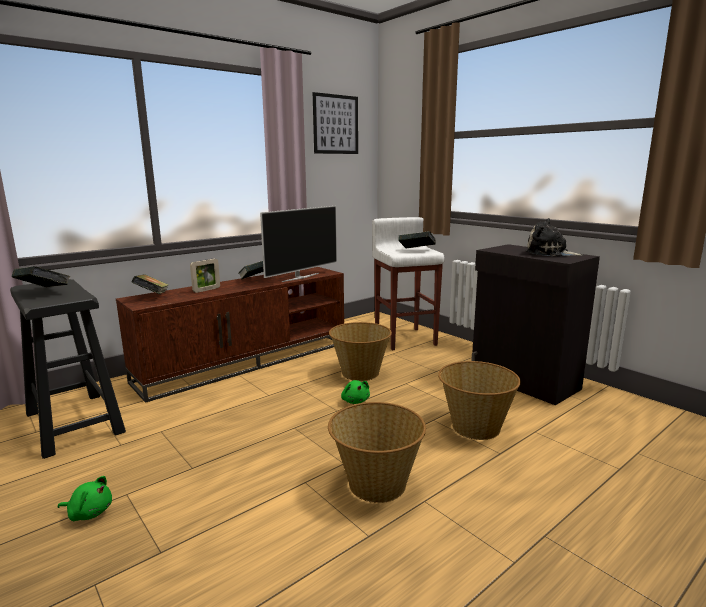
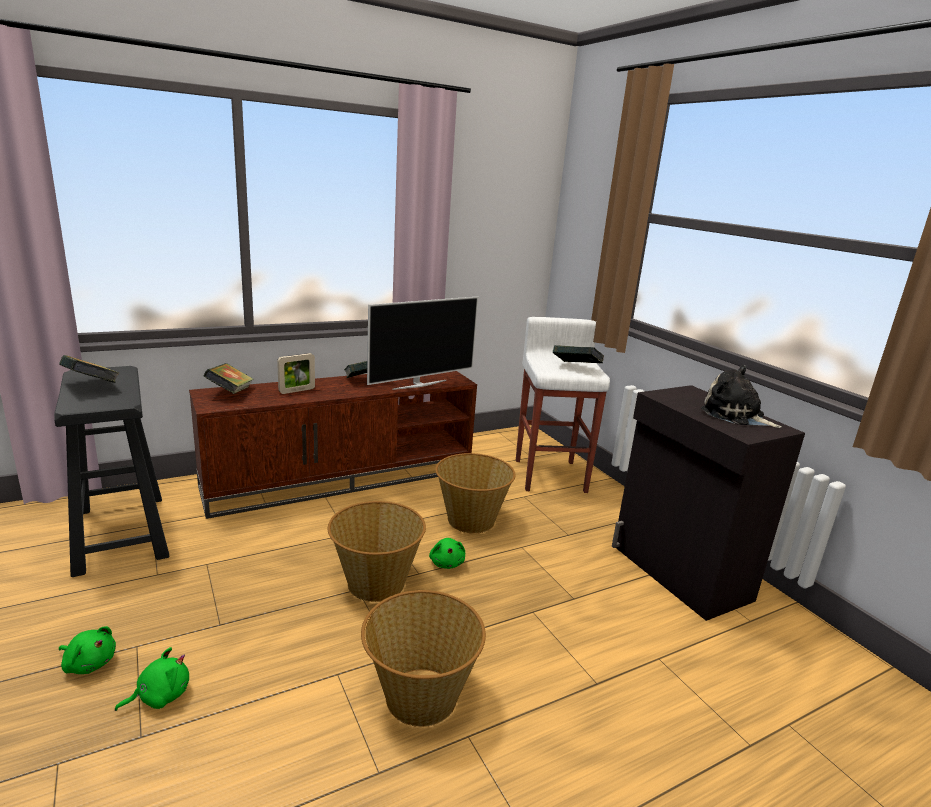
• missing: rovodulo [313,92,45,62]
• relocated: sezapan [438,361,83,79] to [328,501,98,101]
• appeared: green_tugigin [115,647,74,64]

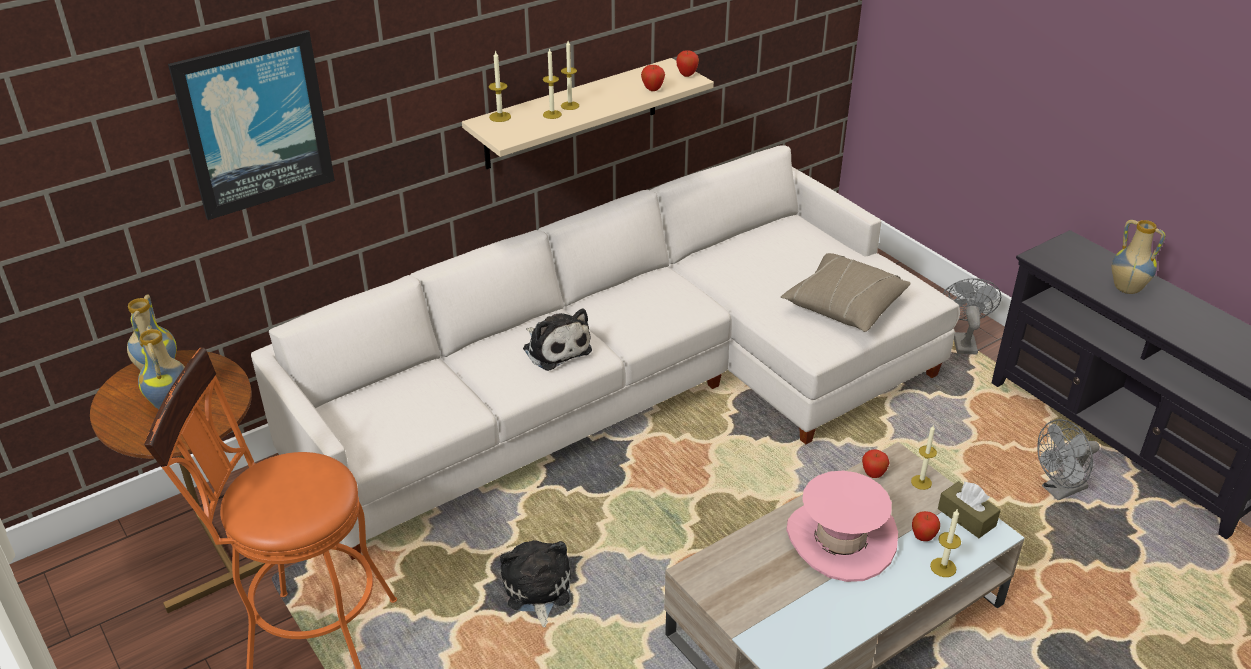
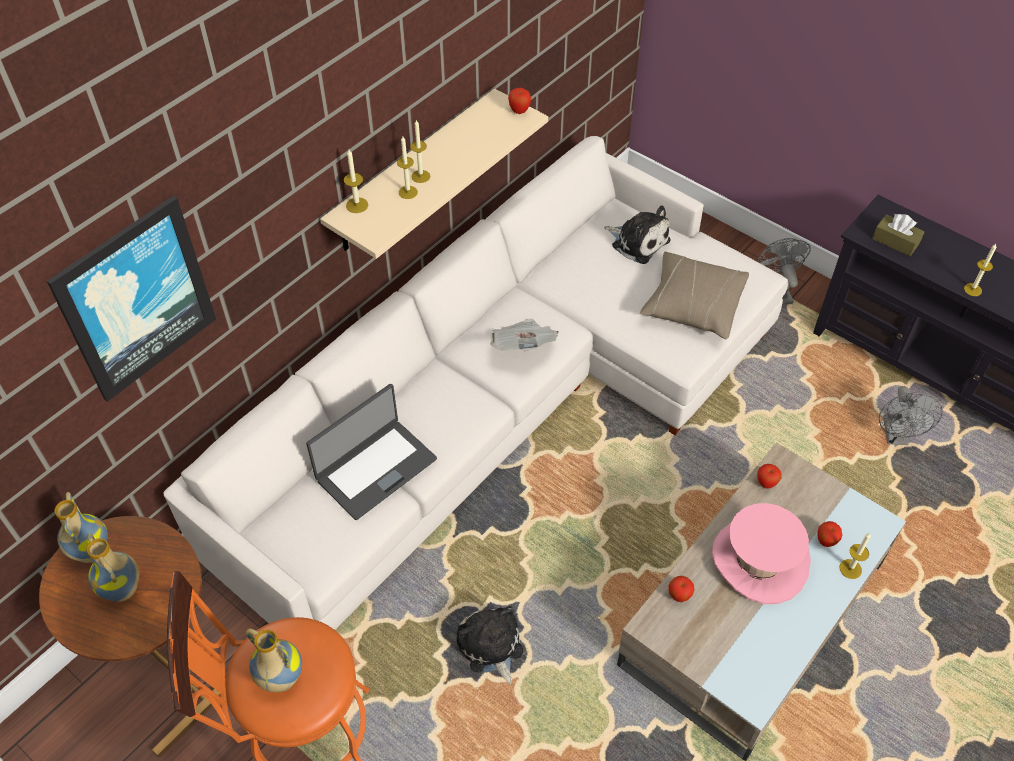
• relocated: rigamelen [641,65,24,26] to [668,576,26,26]
• relocated: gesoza [1112,220,54,74] to [246,629,56,63]
• relocated: tugigin [523,308,69,63] to [604,205,66,59]
• spun: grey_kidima [1037,419,63,81] = [879,386,64,59] 45 degrees counterclockwise
• relocated: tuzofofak [911,425,26,65] to [964,244,32,52]
• relocated: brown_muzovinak [938,481,63,57] to [872,214,52,42]
• appeared: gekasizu [490,319,69,32]
• appeared: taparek [306,384,131,136]

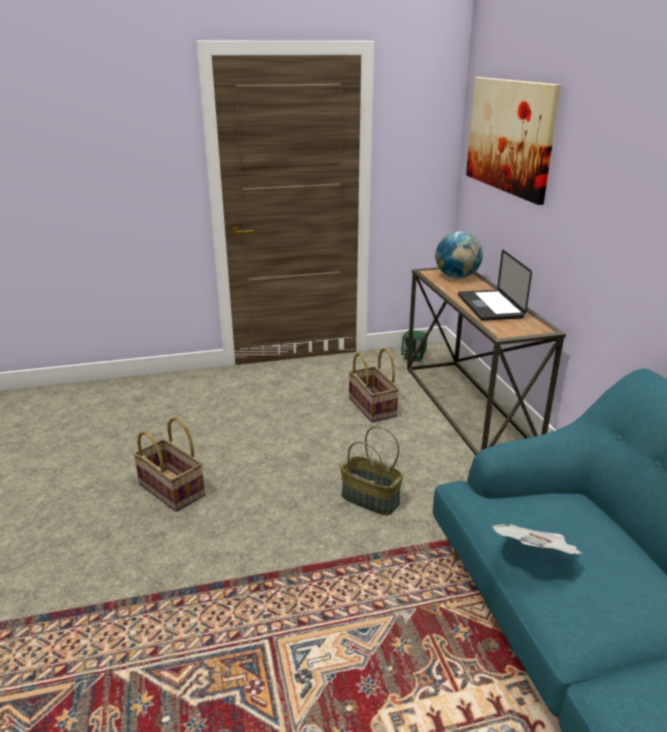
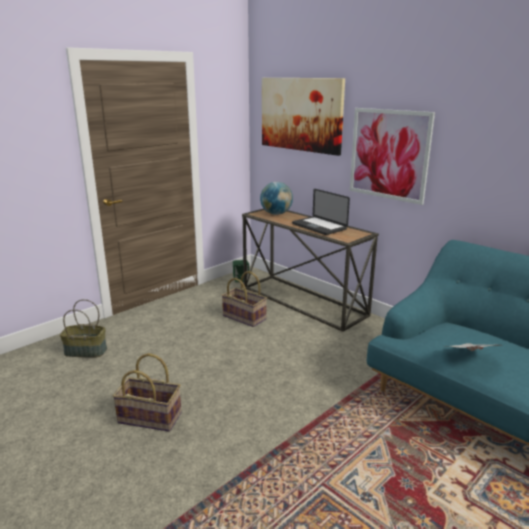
• relocated: sezapan [340,426,63,89] to [60,299,47,59]
• appeared: rovodulo [350,108,85,97]

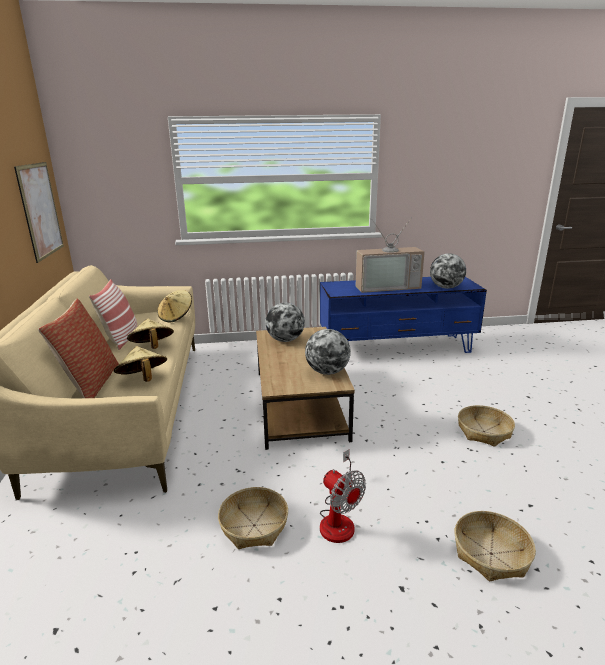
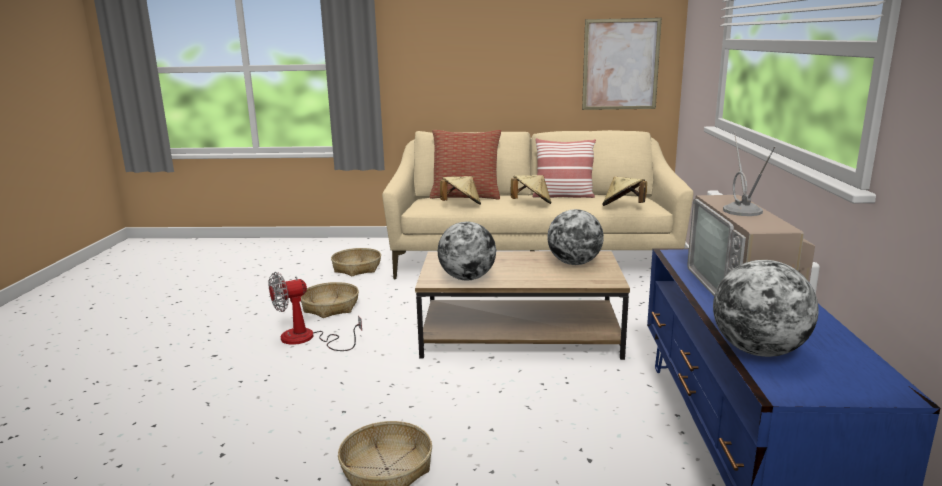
• relocated: sezapan [454,511,82,70] to [331,248,50,28]

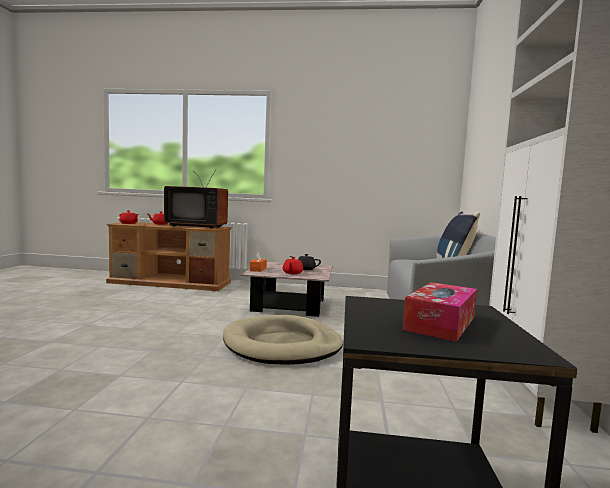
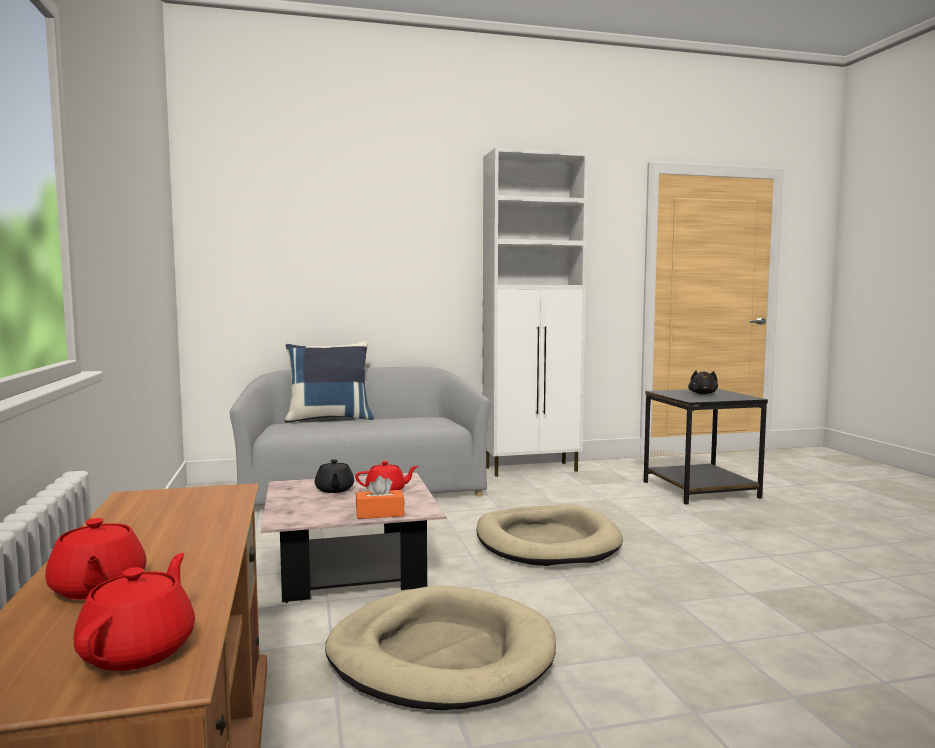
• missing: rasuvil [164,170,64,59]
• exchanged: muzovinak [403,282,74,60] to black_tugigin [688,370,30,24]
• appeared: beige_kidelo [325,586,231,124]

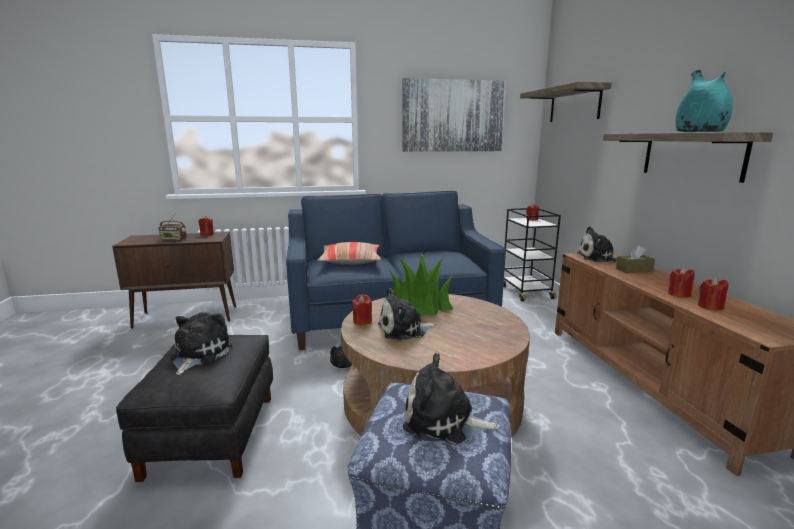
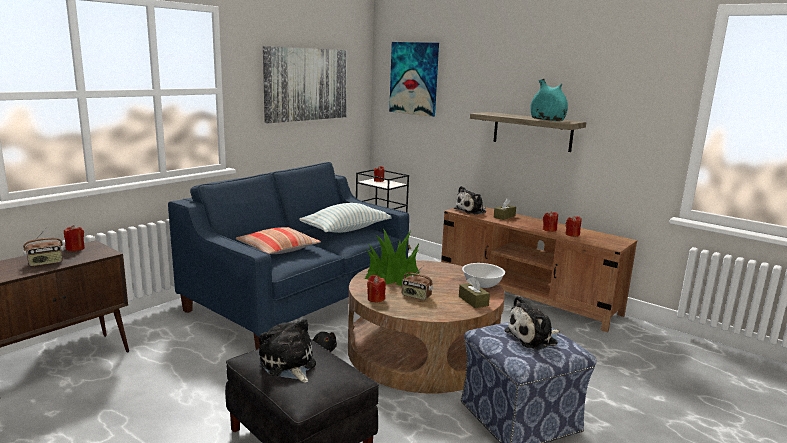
• exchanged: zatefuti [520,82,92,40] to rovodulo [389,42,50,75]
• exchanged: tugigin [378,288,59,53] to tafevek [402,265,31,35]
• appeared: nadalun [299,203,93,30]
• appeared: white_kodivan [462,263,43,25]
• appeared: brown_muzovinak [459,277,31,31]

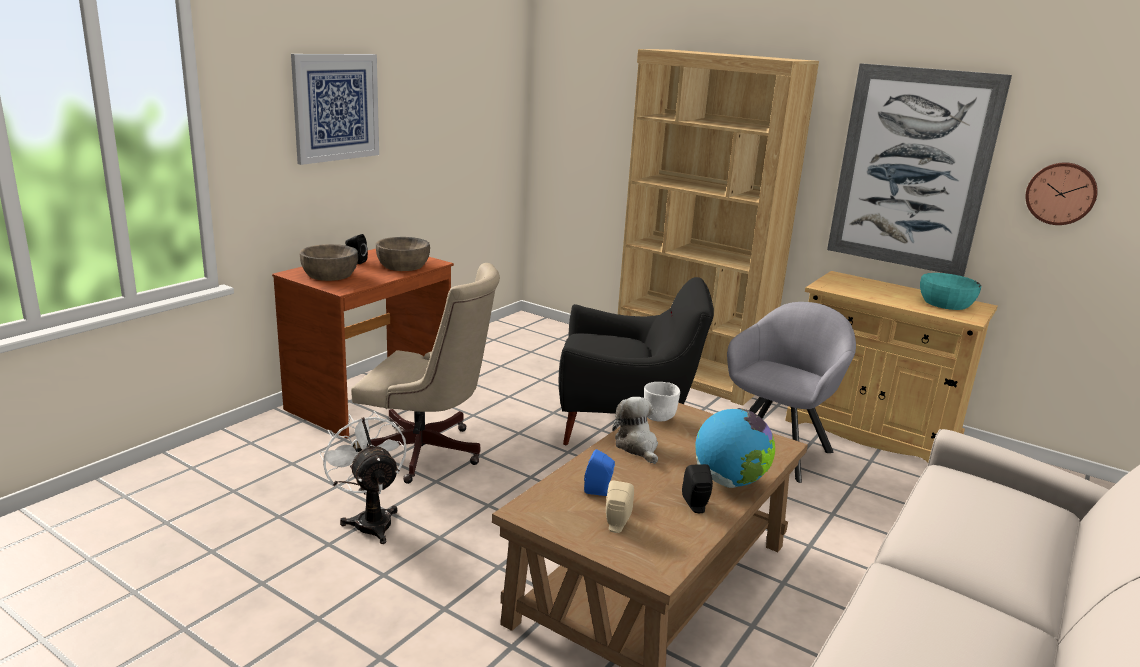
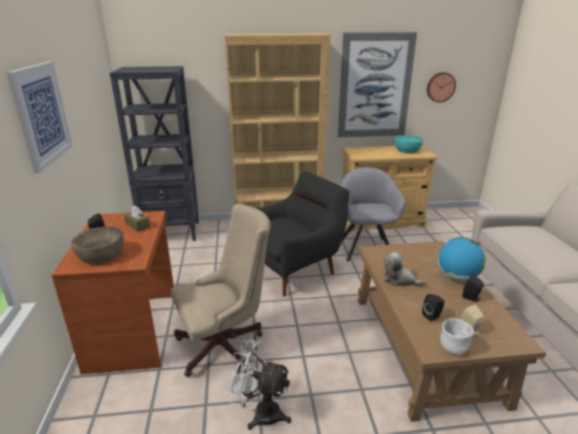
• exchanged: brown_kodivan [376,237,54,34] to brown_muzovinak [124,206,26,26]
• relocated: white_kodivan [644,382,36,39] to [440,318,34,37]
• colour: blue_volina [584,449,31,47] to black_volina [422,294,22,27]
• appeared: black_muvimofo [110,66,89,175]

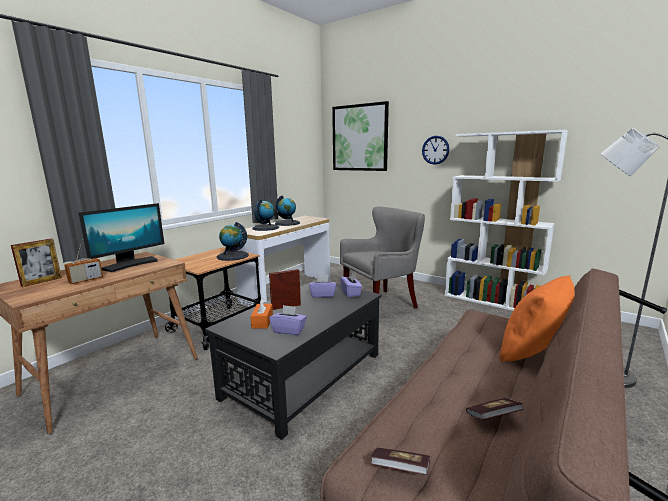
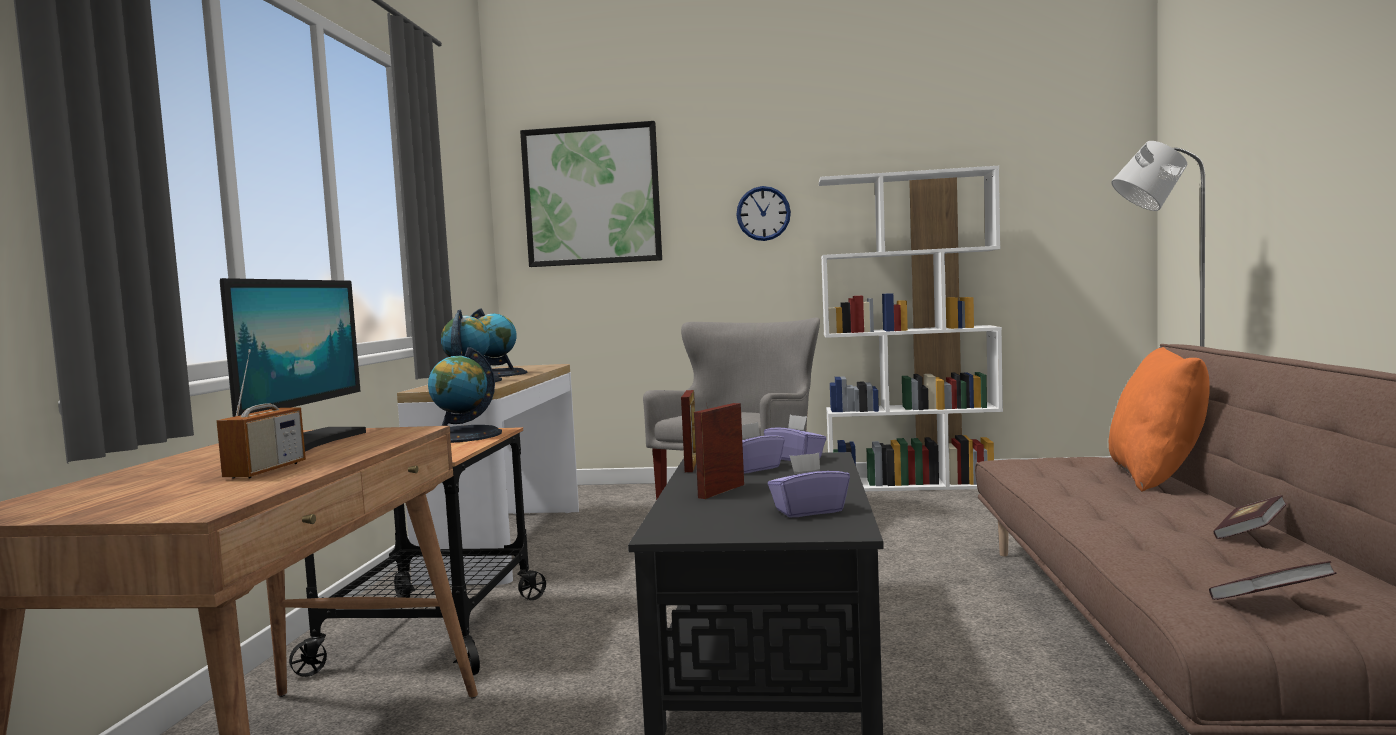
• relocated: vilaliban [11,238,51,49] to [681,390,15,82]
• missing: orange_muzovinak [250,298,23,31]

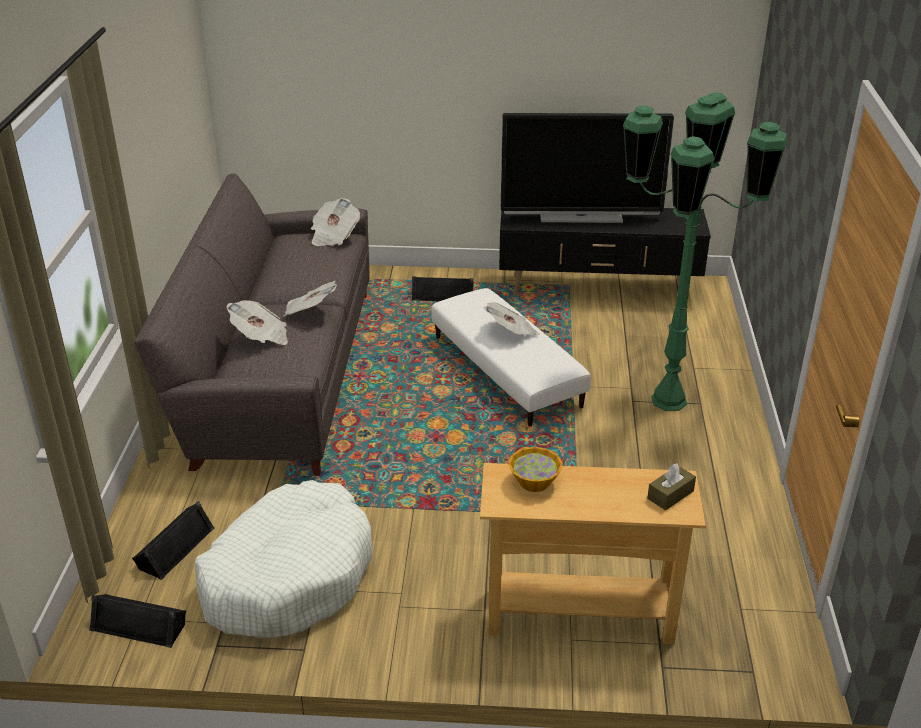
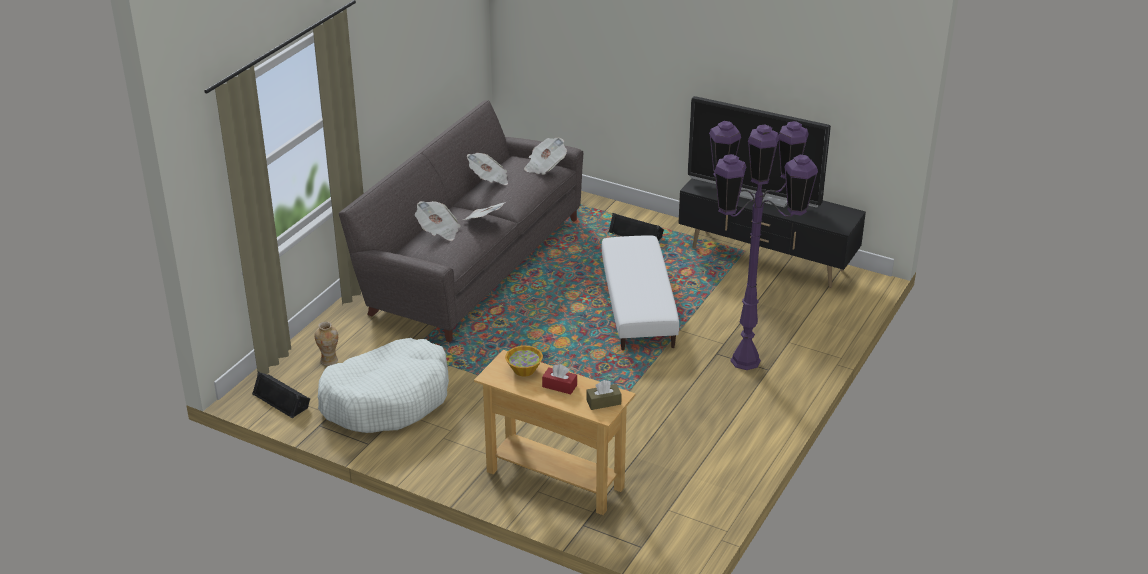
• colour: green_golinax [623,92,165,319] to purple_golinax [709,121,109,249]
• relocated: gekasizu [483,302,57,34] to [467,153,41,32]
• exchanged: black_volina [132,501,83,79] to gesoza [314,321,24,45]
• appeared: red_muzovinak [542,364,35,30]

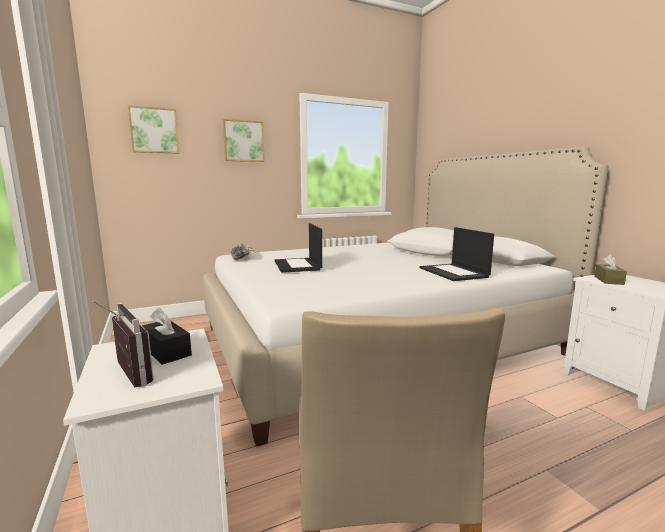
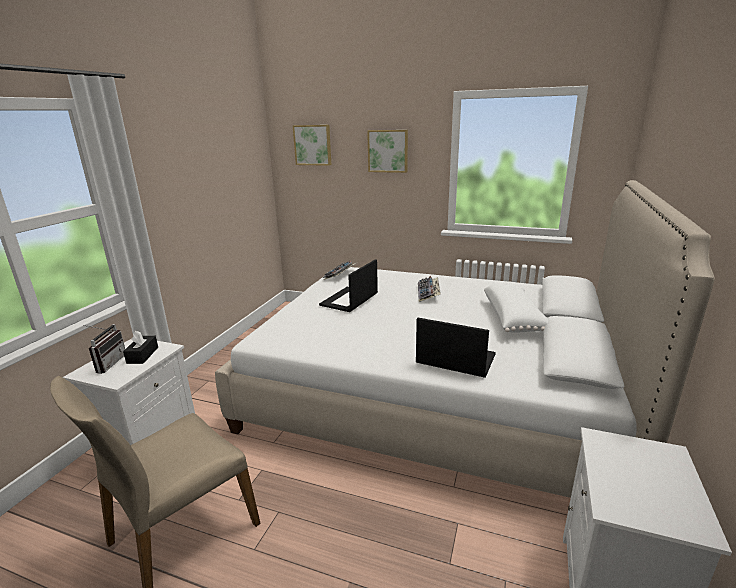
• spun: taparek [420,227,74,54] = [416,318,80,60] 90 degrees clockwise
• missing: brown_muzovinak [594,254,33,31]
• appeared: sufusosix [418,276,23,26]

